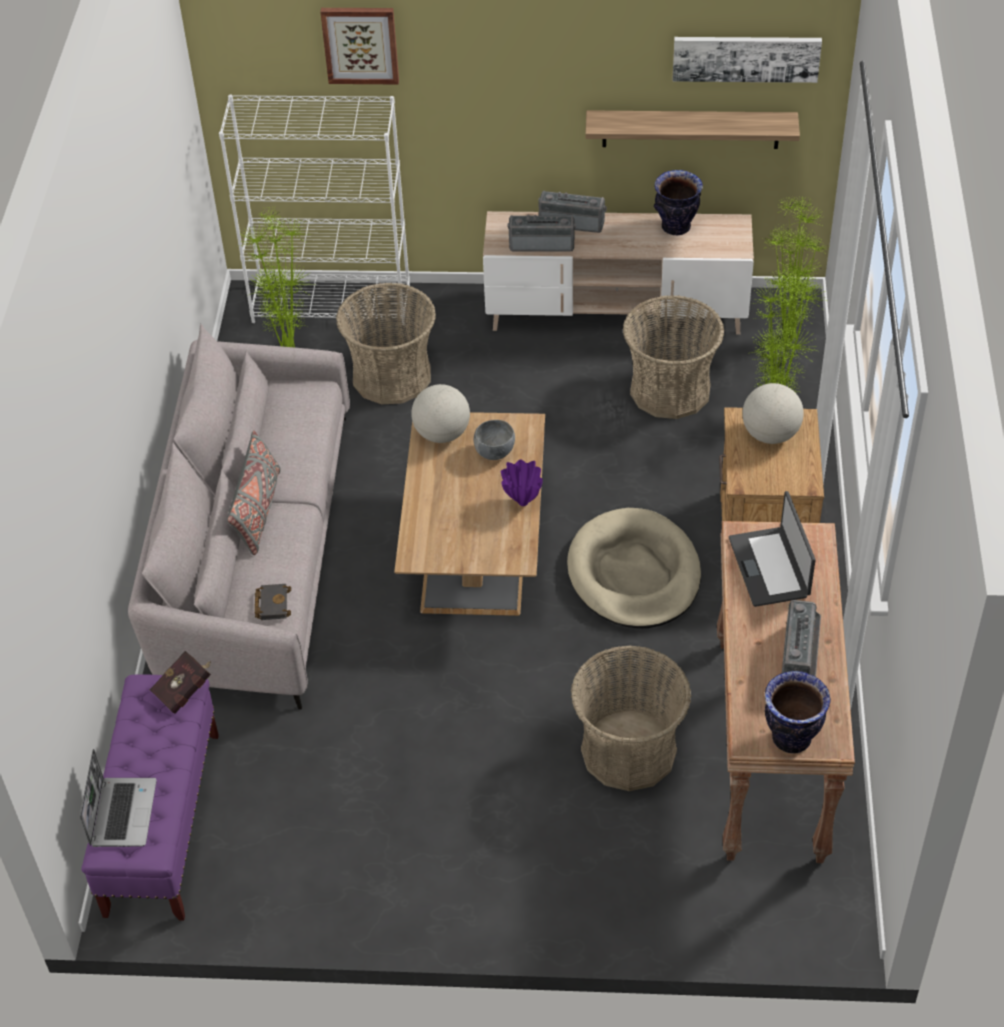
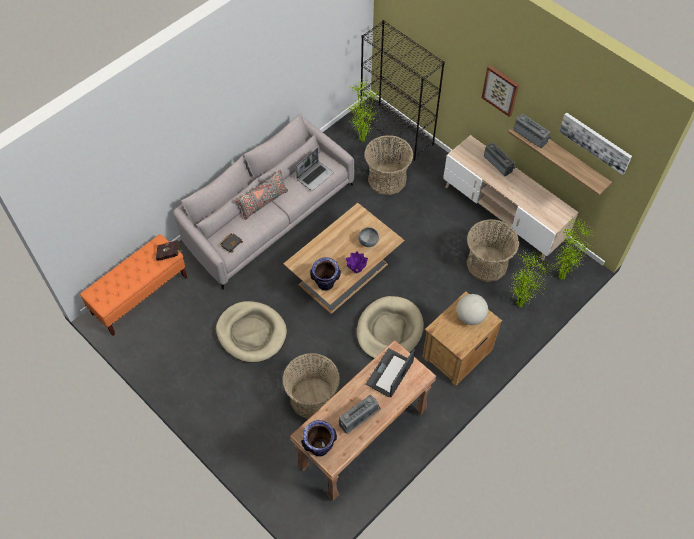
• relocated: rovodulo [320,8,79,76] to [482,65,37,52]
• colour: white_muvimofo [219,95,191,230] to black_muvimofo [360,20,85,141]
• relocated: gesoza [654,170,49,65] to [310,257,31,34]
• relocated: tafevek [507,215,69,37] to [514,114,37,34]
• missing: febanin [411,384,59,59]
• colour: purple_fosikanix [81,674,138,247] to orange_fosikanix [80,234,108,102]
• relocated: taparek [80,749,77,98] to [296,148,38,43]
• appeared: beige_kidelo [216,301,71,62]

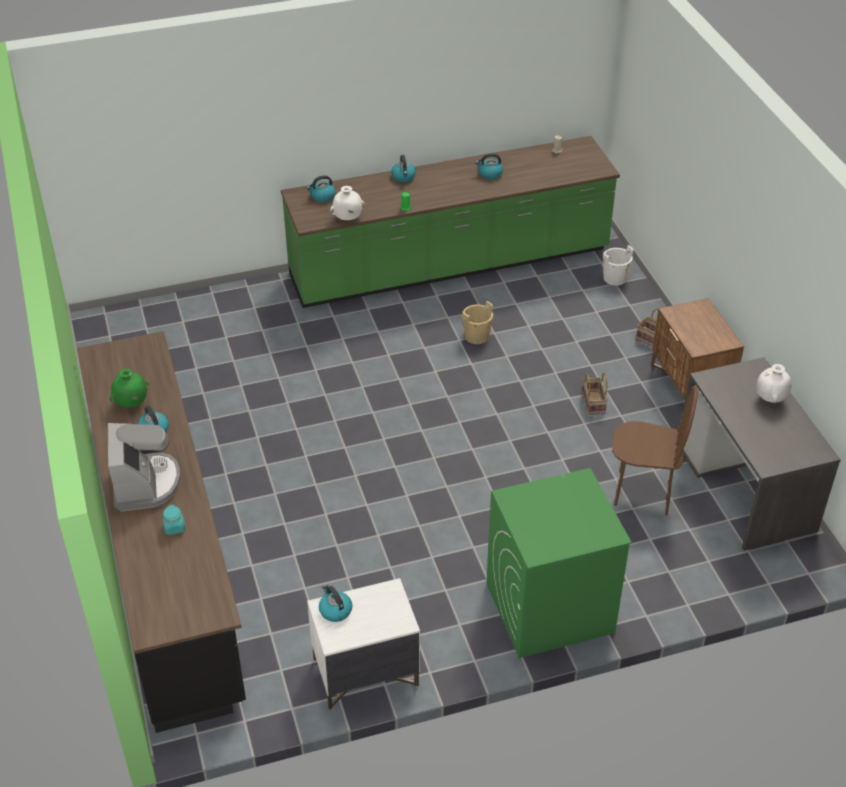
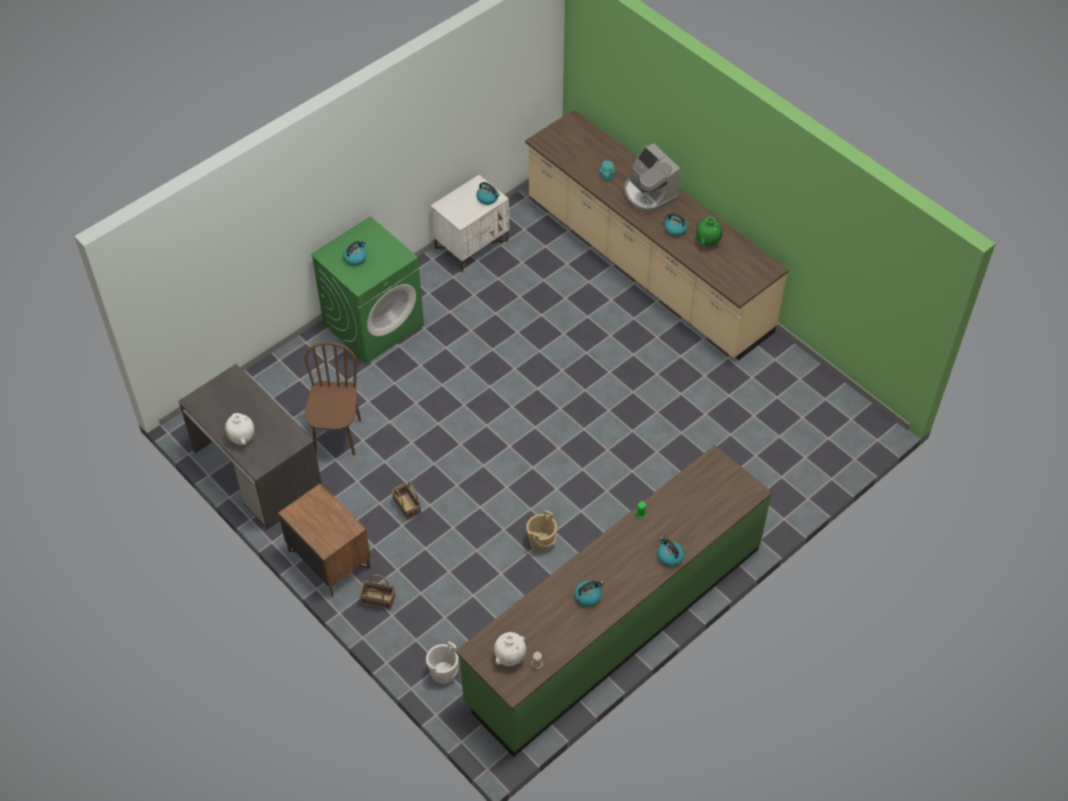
• relocated: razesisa [307,175,28,27] to [343,241,24,25]
• relocated: white_gesoza [330,186,35,34] to [494,632,32,34]
• colour: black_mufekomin [77,331,169,402] to beige_mufekomin [525,110,264,250]
• spun: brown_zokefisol [612,386,86,130] = [304,342,57,113] 105 degrees clockwise

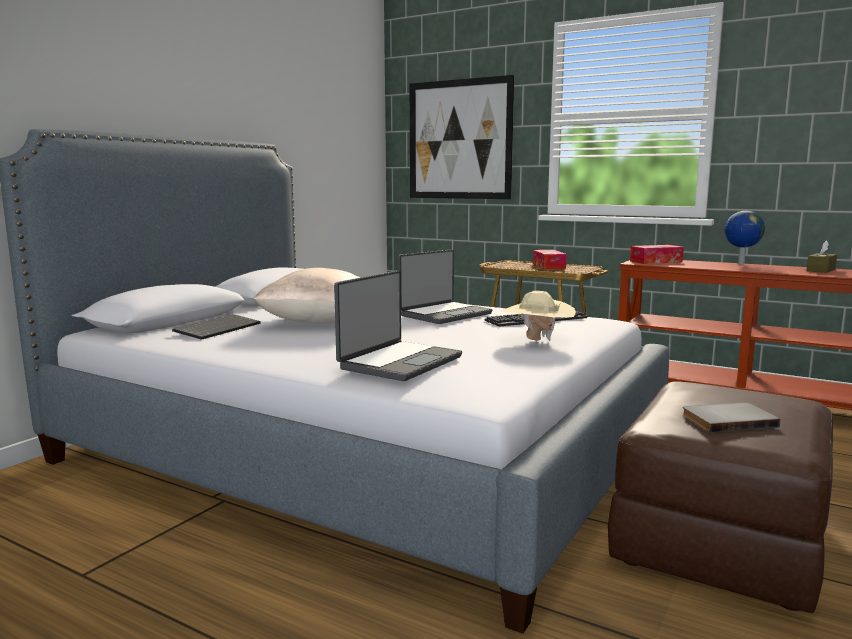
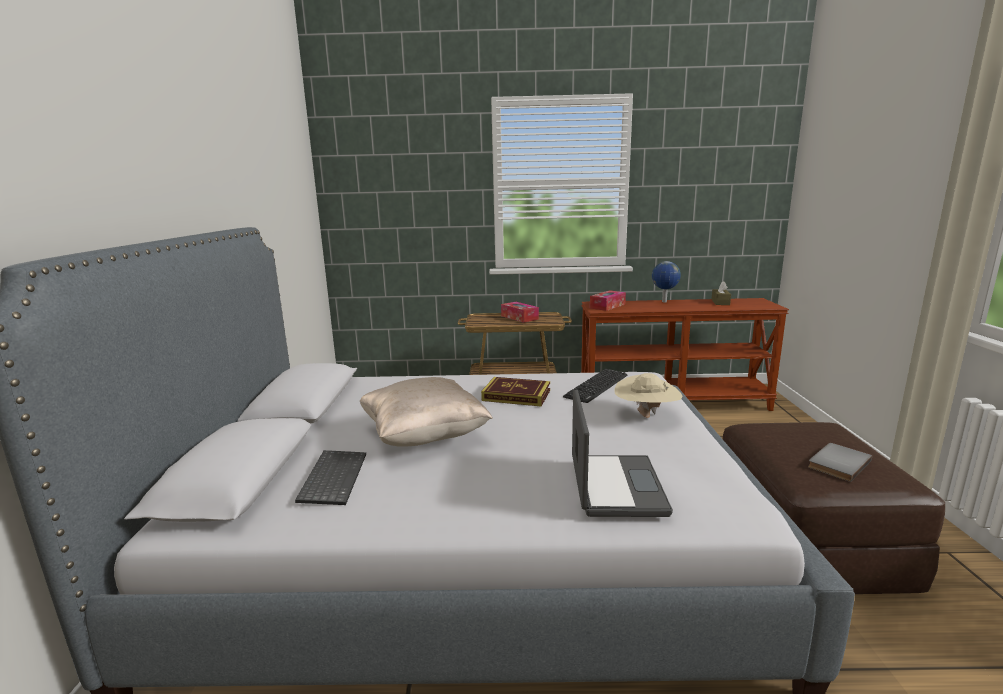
• missing: rovodulo [410,75,104,124]
• exchanged: taparek [398,250,94,74] to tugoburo [481,377,69,29]

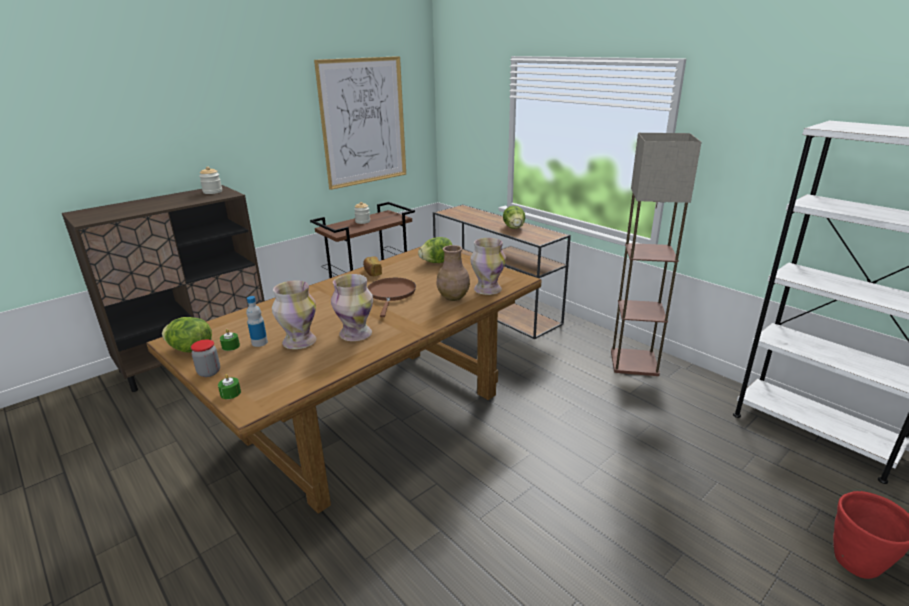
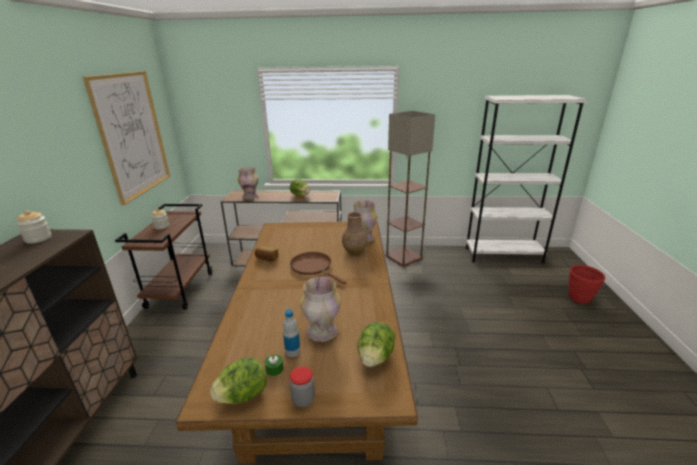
• relocated: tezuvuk [418,237,34,26] to [357,322,38,45]
• relocated: gesoza [331,274,42,67] to [238,167,21,32]
• missing: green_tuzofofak [218,374,23,25]

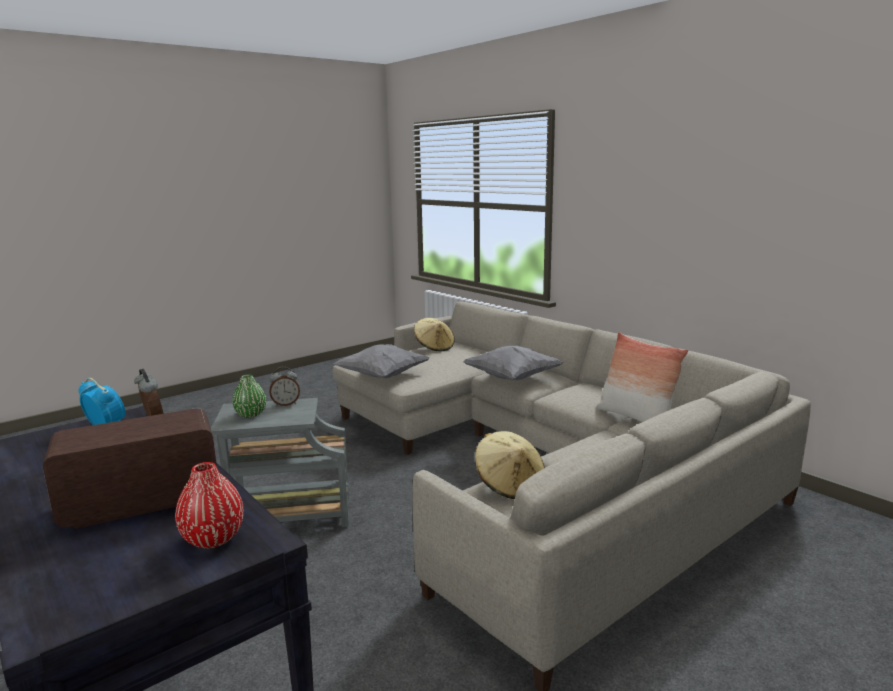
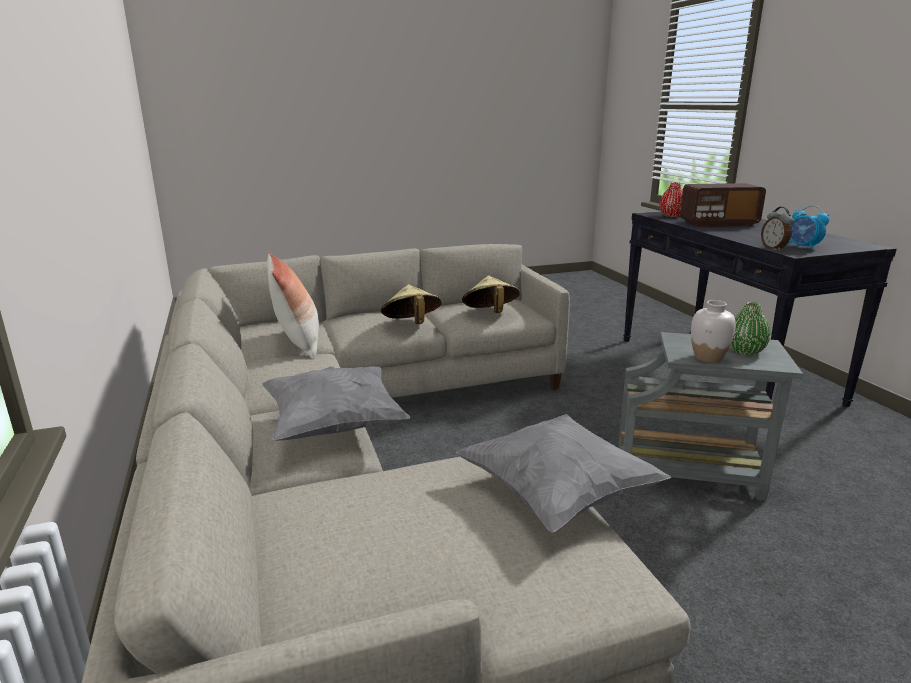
• relocated: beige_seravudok [414,318,40,33] to [381,284,61,40]
• exchanged: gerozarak [270,367,30,39] to white_gesoza [691,300,45,63]

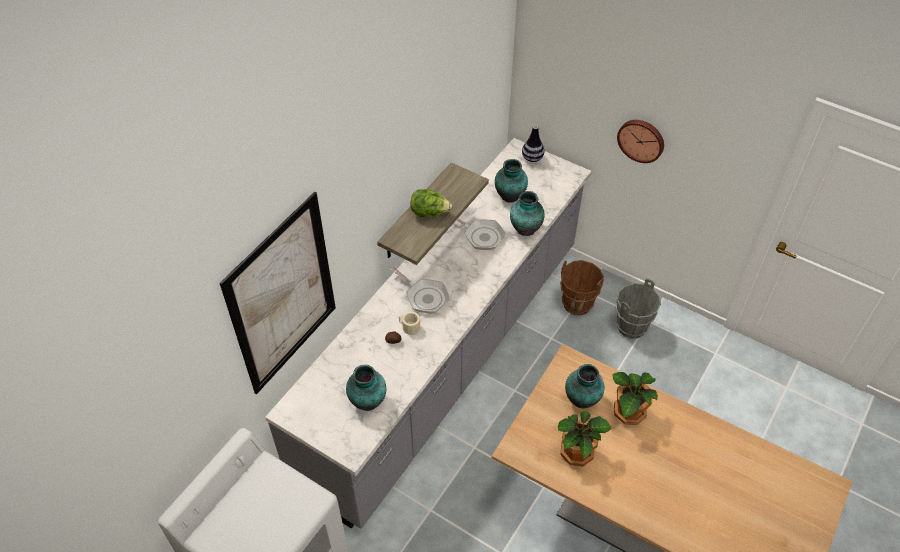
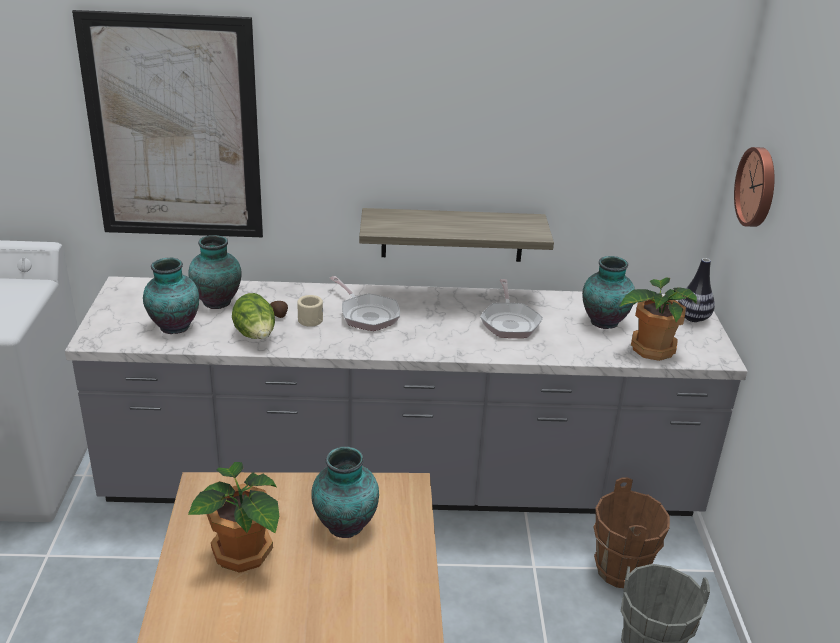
• relocated: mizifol [617,120,47,43] to [734,147,41,80]
• relocated: tezuvuk [411,189,41,28] to [232,293,43,46]
• relocated: gesoza [510,191,35,45] to [188,235,54,74]
• spun: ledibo [390,267,60,47] = [329,276,71,55] 45 degrees counterclockwise
• relocated: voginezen [612,372,46,53] to [619,278,78,83]

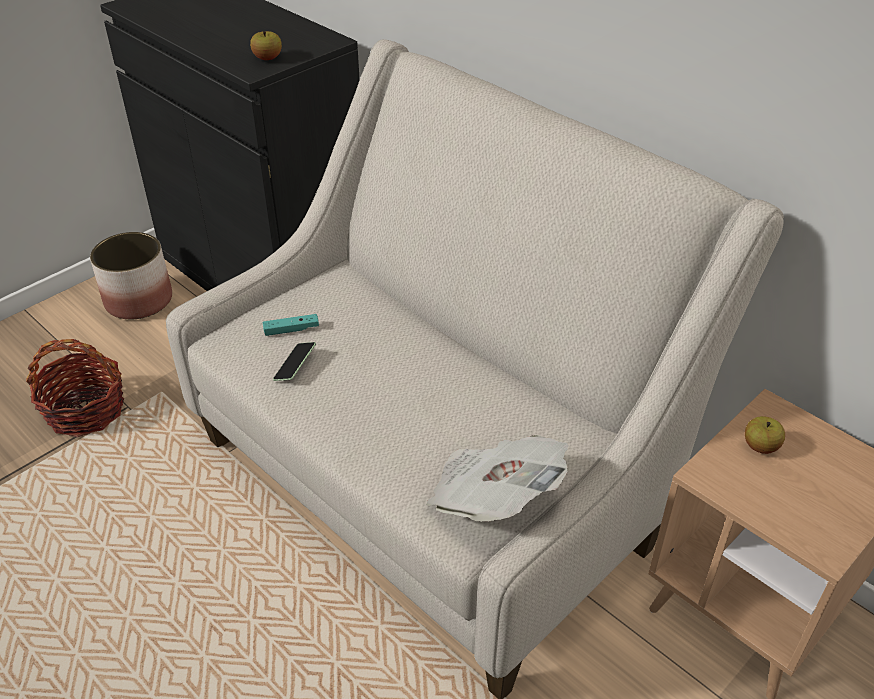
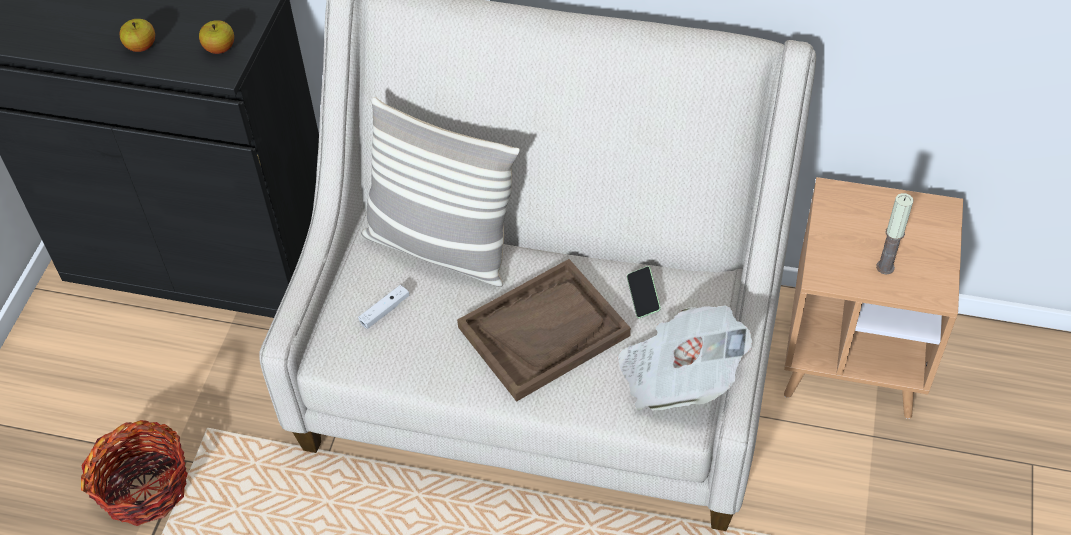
• missing: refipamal [90,232,82,87]
• colour: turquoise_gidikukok [263,314,56,22] to white_gidikukok [358,285,52,44]
• relocated: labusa [273,342,43,39] to [627,266,34,52]
• relocated: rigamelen [745,416,40,38] to [119,19,36,33]
• appeared: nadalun [361,97,159,190]
• appeared: tuzofofak [876,193,38,82]
• appeared: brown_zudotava [457,259,174,143]

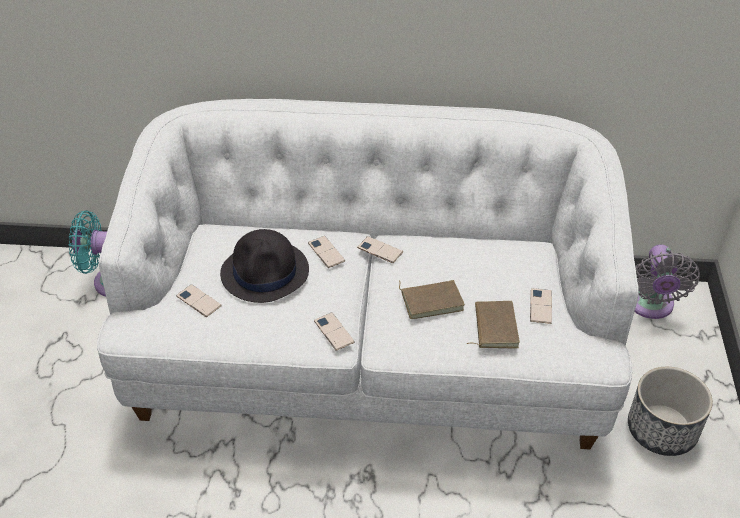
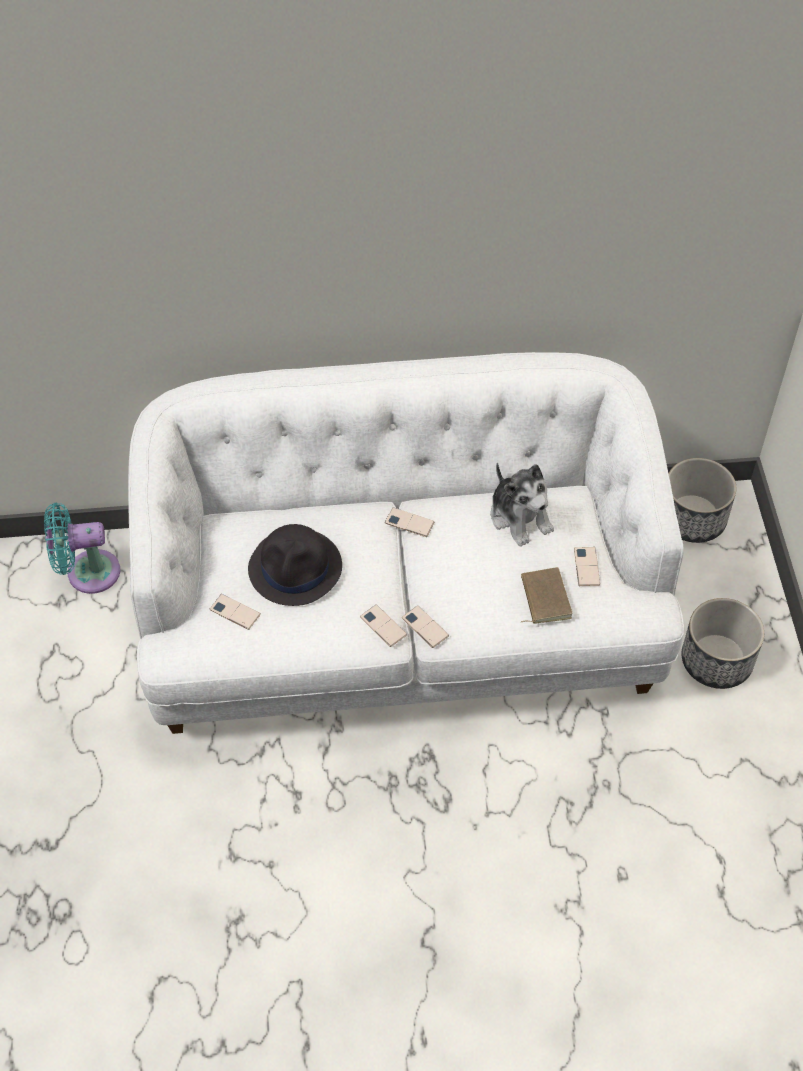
• relocated: labusa [308,236,37,32] to [402,605,47,43]
• exchanged: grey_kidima [634,244,66,75] to refipamal [668,458,68,85]
• missing: brown_tugoburo [399,280,66,39]
• appeared: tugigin [491,463,63,84]

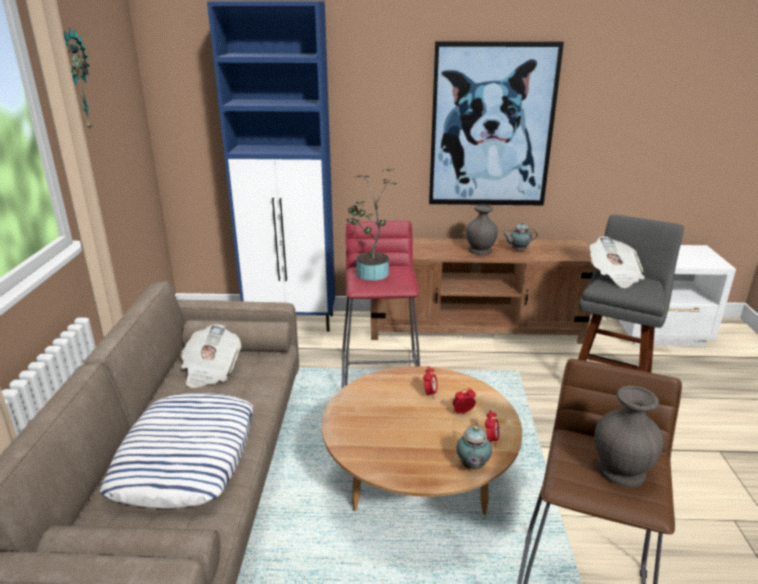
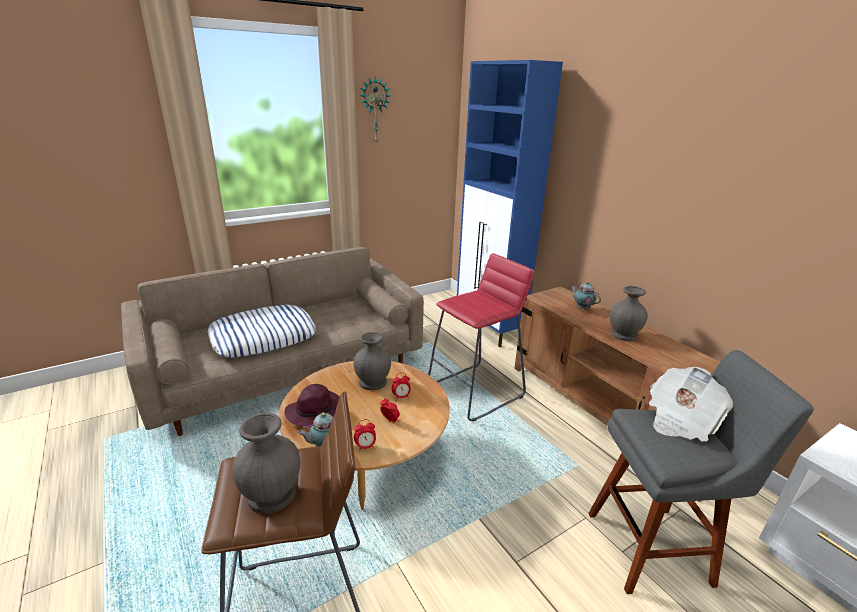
• missing: rovodulo [429,41,135,164]
• missing: voginezen [346,169,51,112]
• relocated: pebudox [503,222,35,29] to [571,282,30,28]
• missing: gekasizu [181,324,60,64]
• appeared: grey_gesoza [353,332,38,58]
• appeared: purple_seravudok [285,384,55,43]

